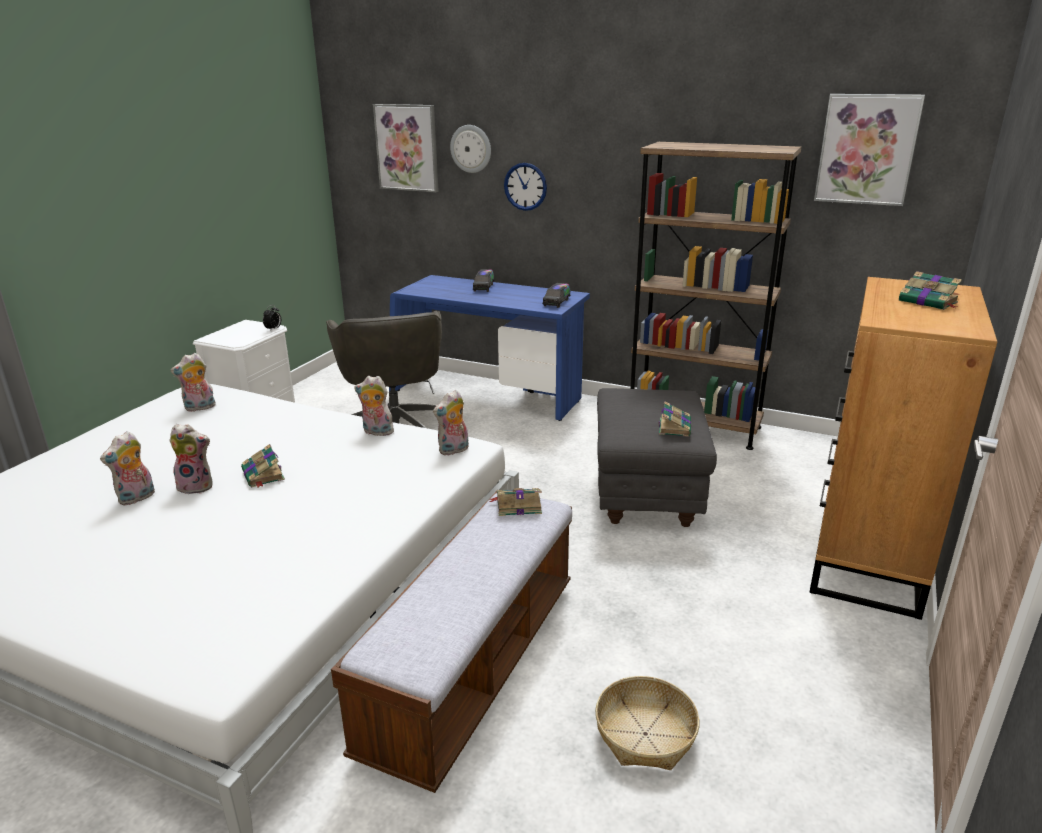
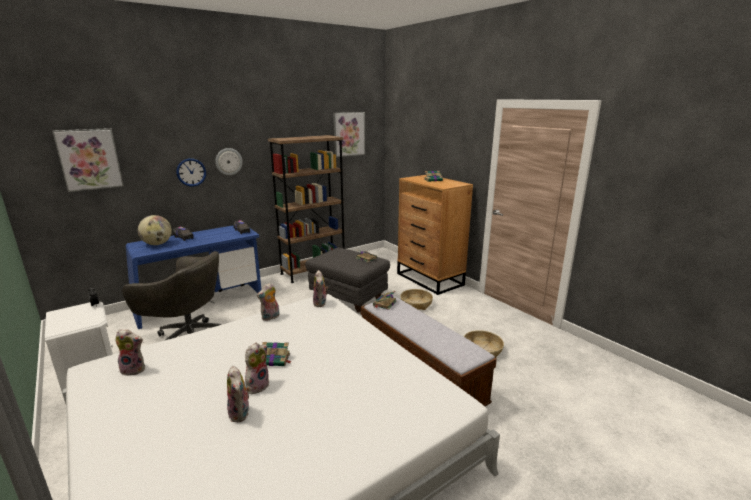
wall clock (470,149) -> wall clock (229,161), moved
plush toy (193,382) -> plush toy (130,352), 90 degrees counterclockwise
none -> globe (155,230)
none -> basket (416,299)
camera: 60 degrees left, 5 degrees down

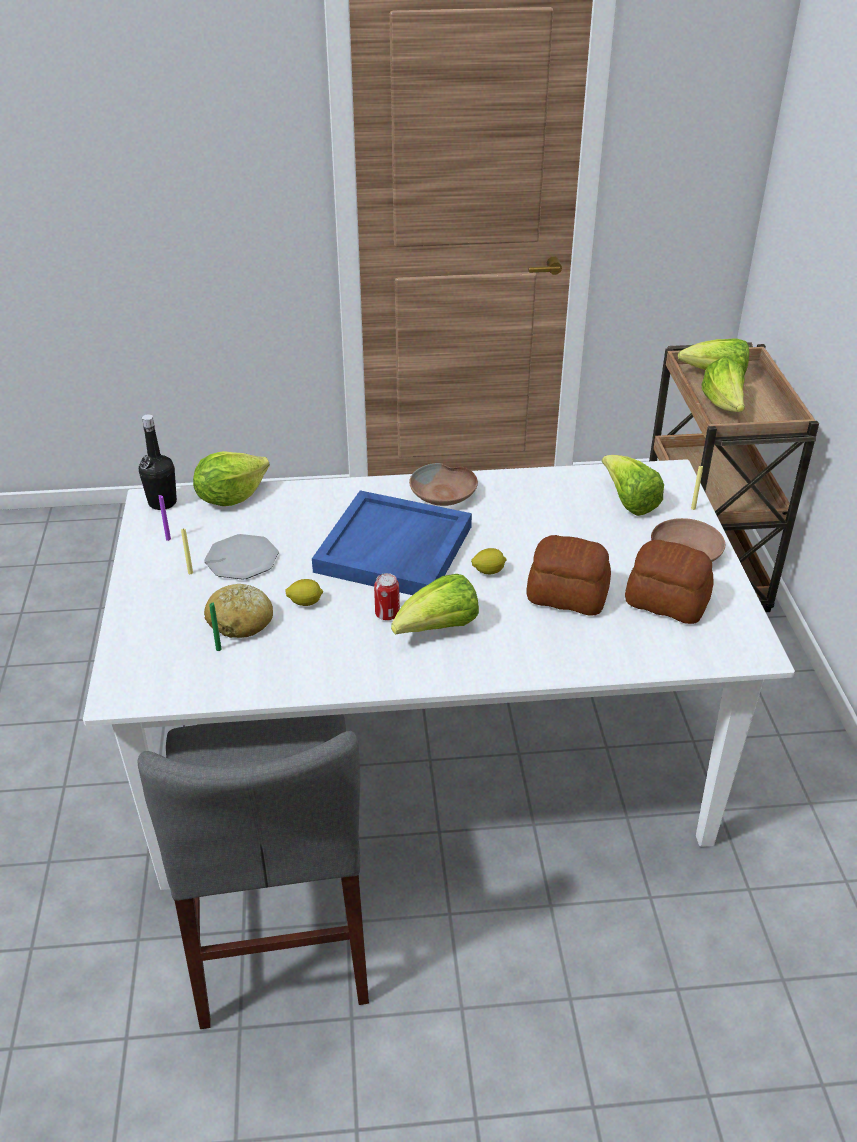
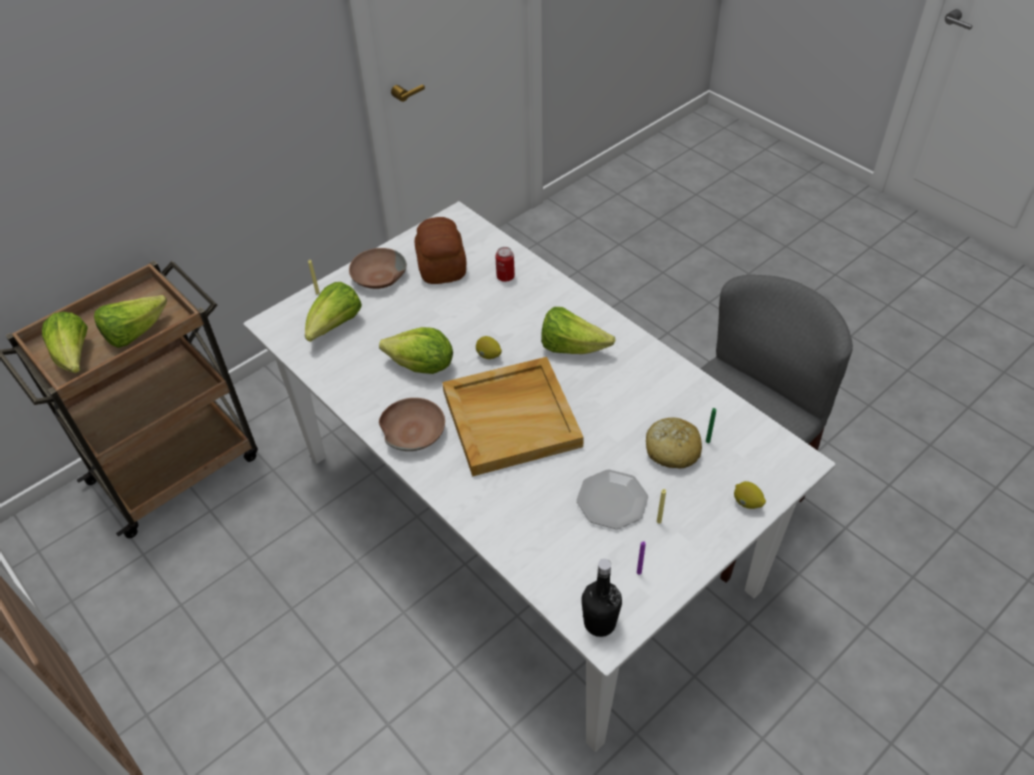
lettuce (231,478) -> lettuce (416,350), moved
blue tray (392,542) -> beige tray (513,417)
bread (568,575) -> none
can (387,596) -> can (505,264), moved
lemon (304,592) -> lemon (750,495), moved
camera: 125 degrees left, 10 degrees up

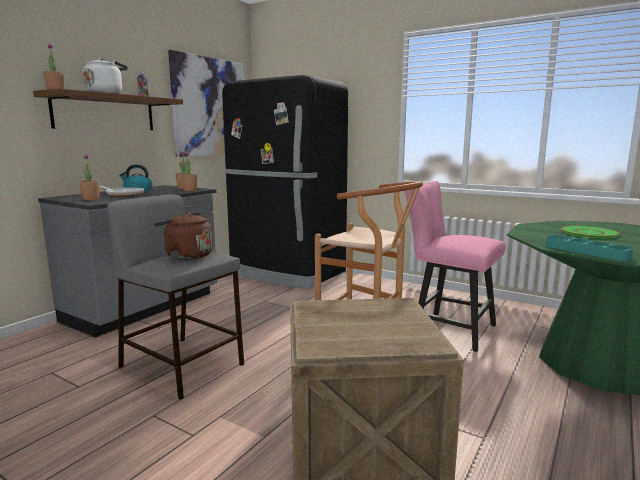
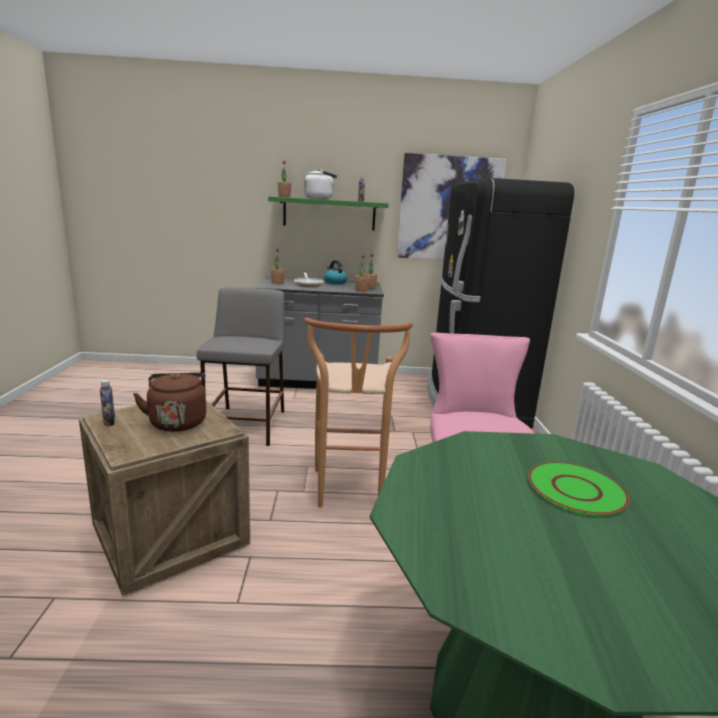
brown shelf (108,109) -> green shelf (328,213)
brown kettle (183,236) -> brown kettle (169,402), moved
turquoise tray (589,248) -> none
none -> bottle (108,403)
camera: 55 degrees right, 5 degrees up

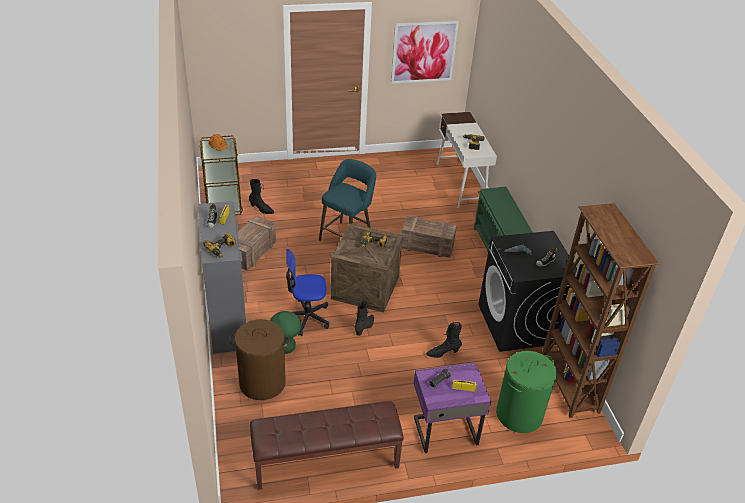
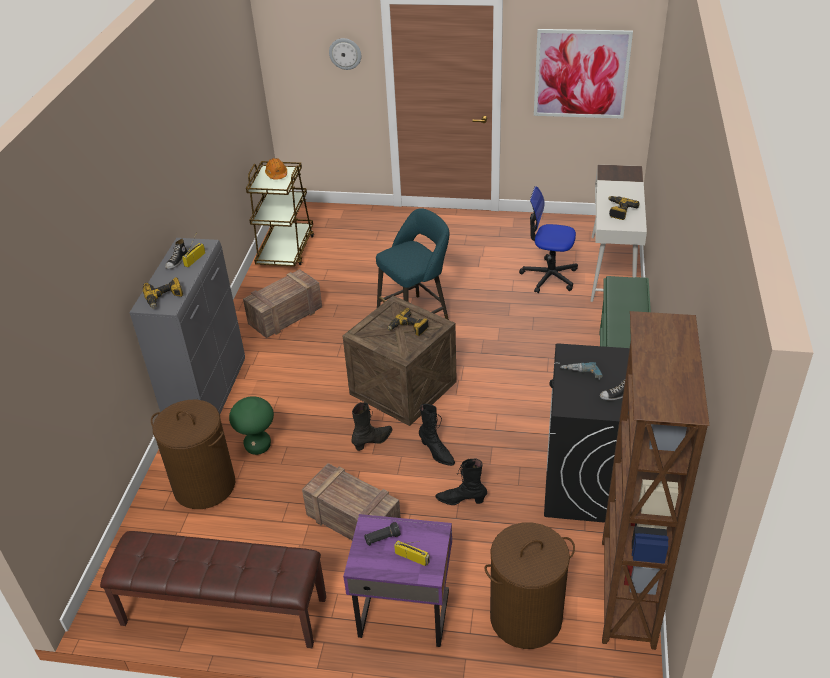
black boot (261,196) -> black boot (437,435), moved
crate (429,237) -> crate (351,501), moved
office chair (307,292) -> office chair (548,239), moved
green laundry basket (526,392) -> brown laundry basket (530,585)
none -> wall clock (345,54)
camera: 25 degrees right, 0 degrees up

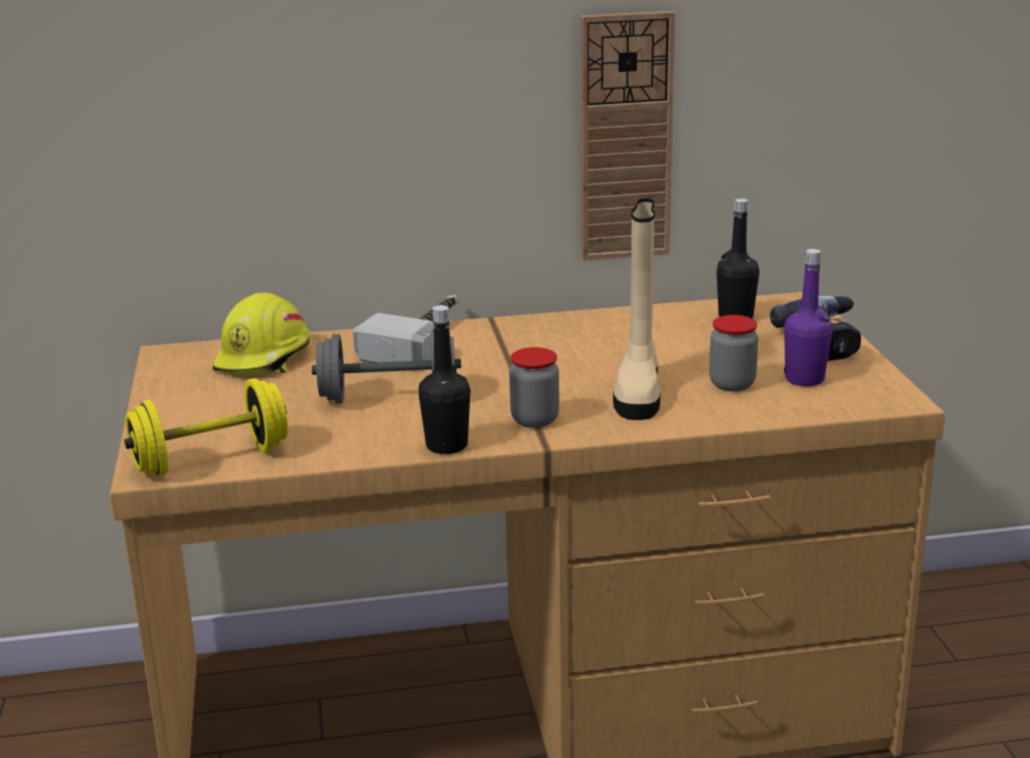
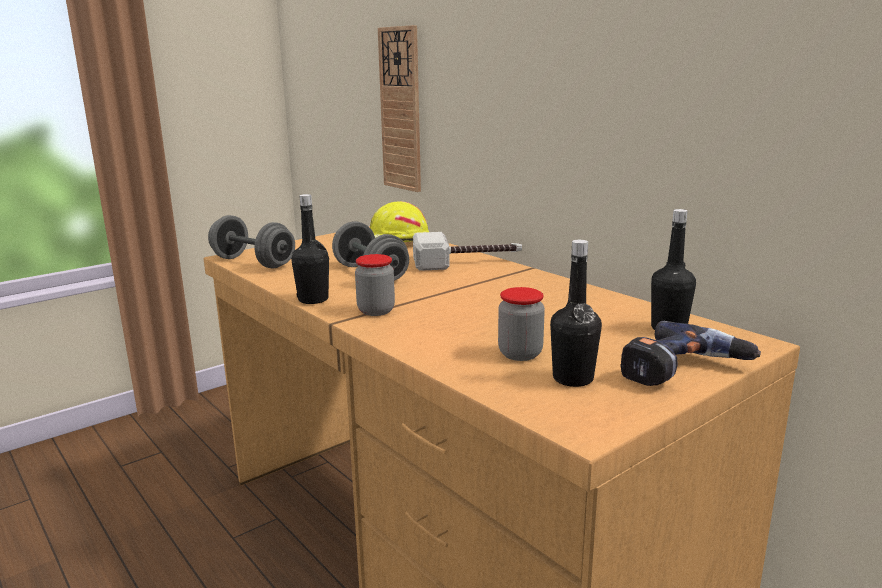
wall clock (628,136) -> wall clock (399,108), moved
beige boot (637,309) -> none
purple bottle (808,317) -> black bottle (576,313)
yellow dumbbell (206,427) -> grey dumbbell (251,241)
camera: 60 degrees right, 5 degrees down

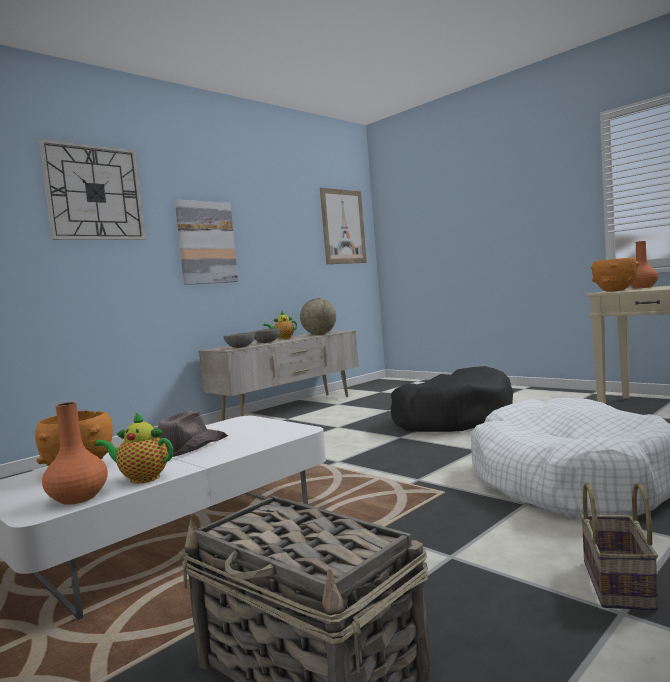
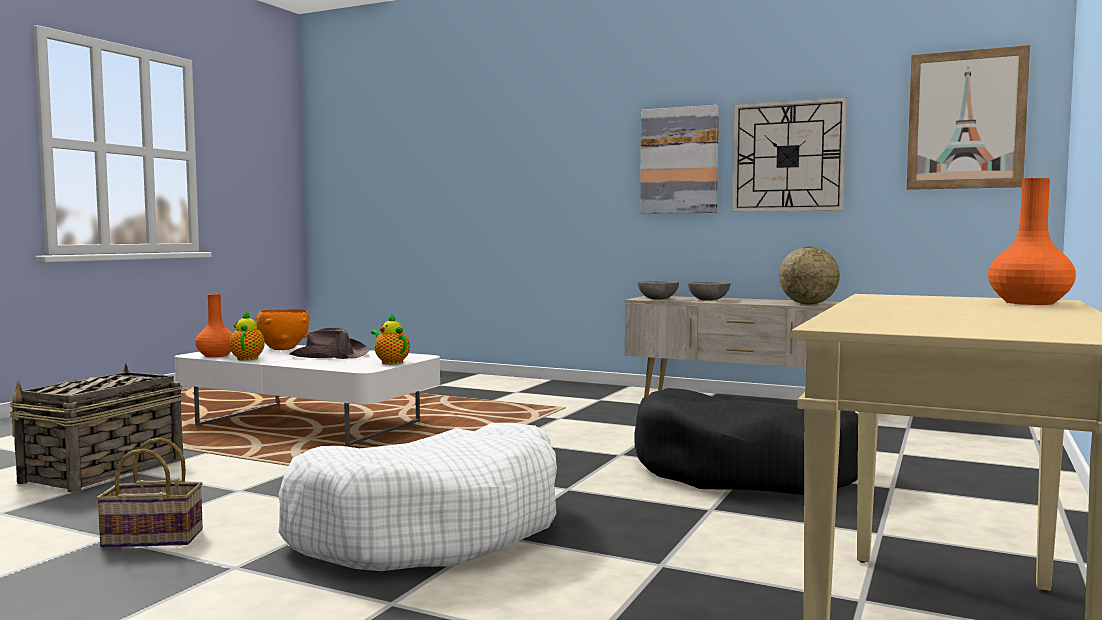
wall clock (92,189) -> wall clock (789,154), moved
orange bowl (615,274) -> none
teapot (280,324) -> teapot (390,338), moved
camera: 70 degrees right, 0 degrees up

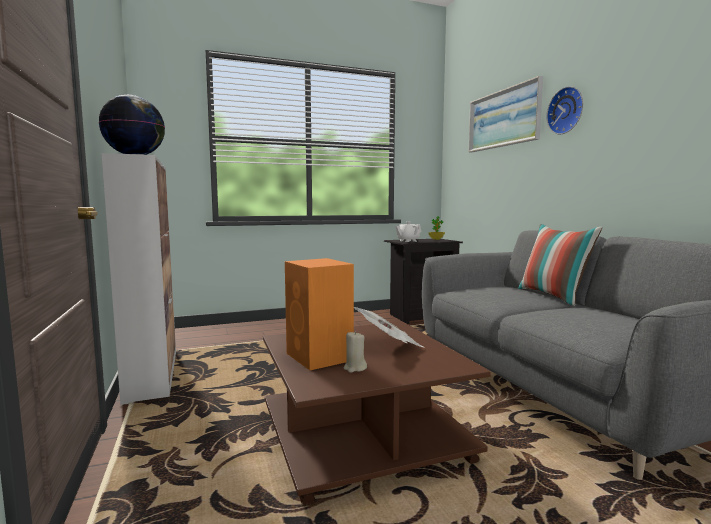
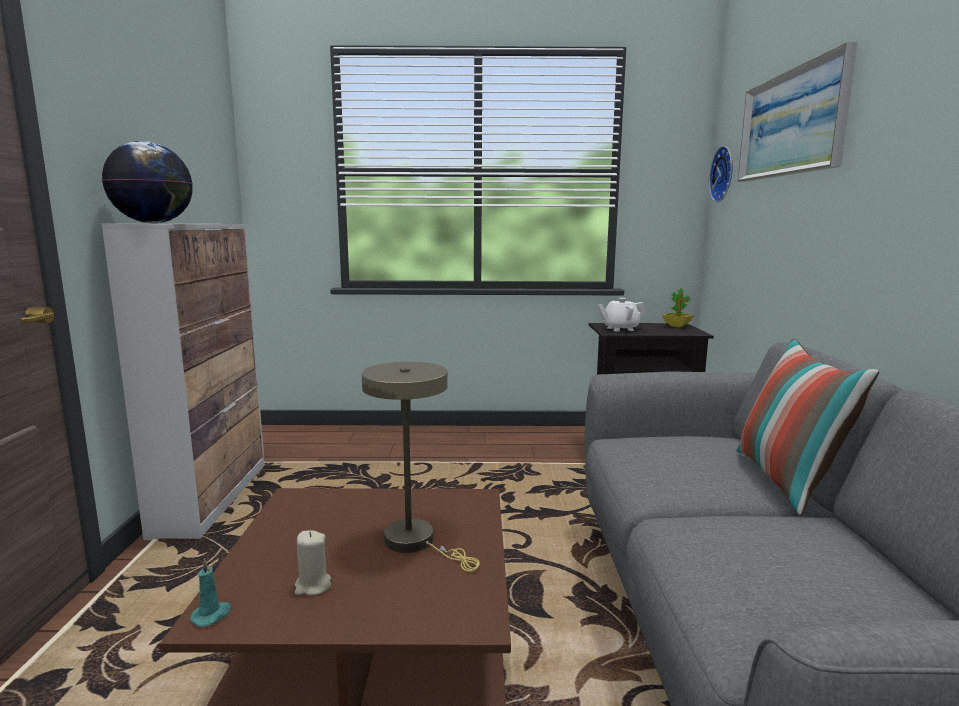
wall clock (564,110) -> wall clock (721,174), moved
orange speaker (319,314) -> none
newspaper (388,327) -> beige table lamp (421,467)
none -> turquoise candle (210,592)
camera: 20 degrees right, 5 degrees up

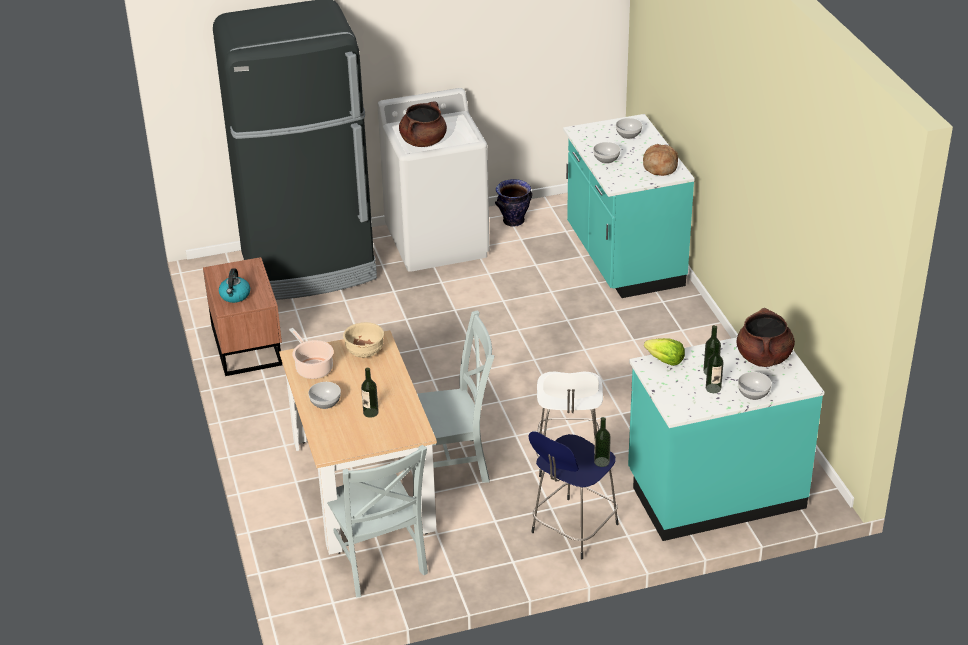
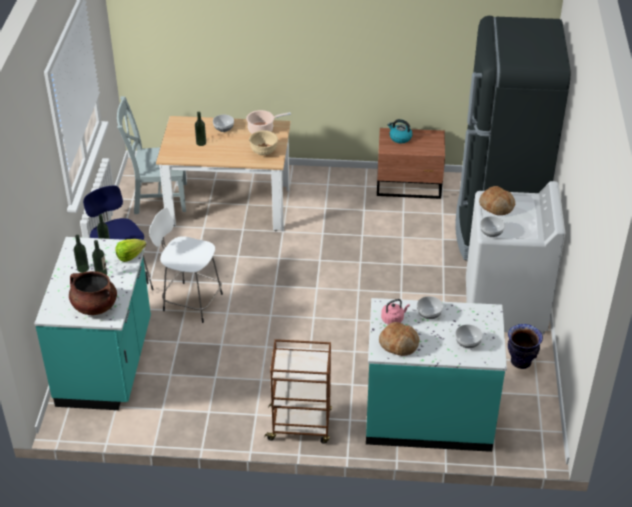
brown cooking pot (423,124) -> bread (497,200)
grey chair (453,398) -> none
bowl (755,386) -> bowl (492,226), moved
none -> pink kettle (395,312)
none -> brown cart (298,391)
camera: 110 degrees right, 5 degrees up

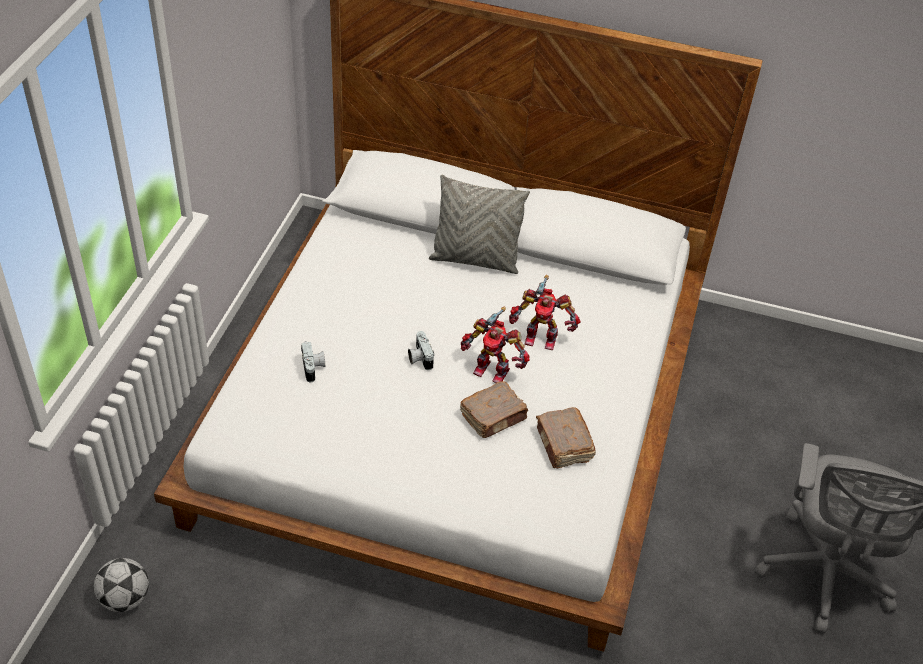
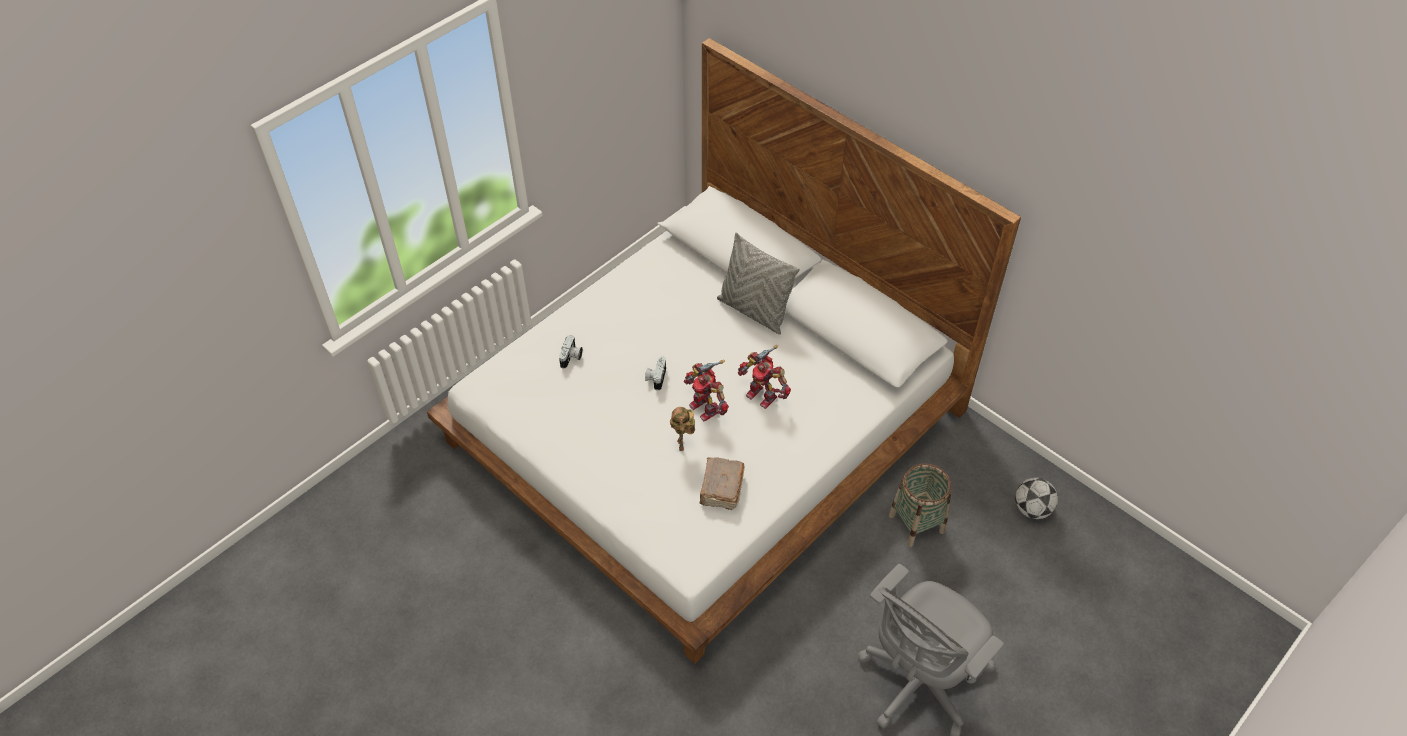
brown book (494,409) -> toy robot (682,429)
football (121,585) -> football (1036,498), moved
none -> basket (920,505)
camera: 30 degrees right, 5 degrees up

